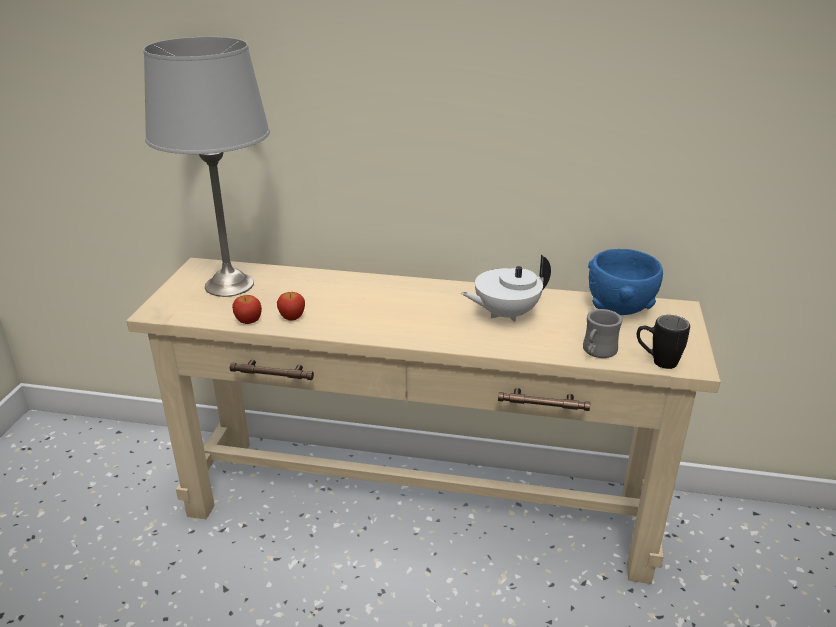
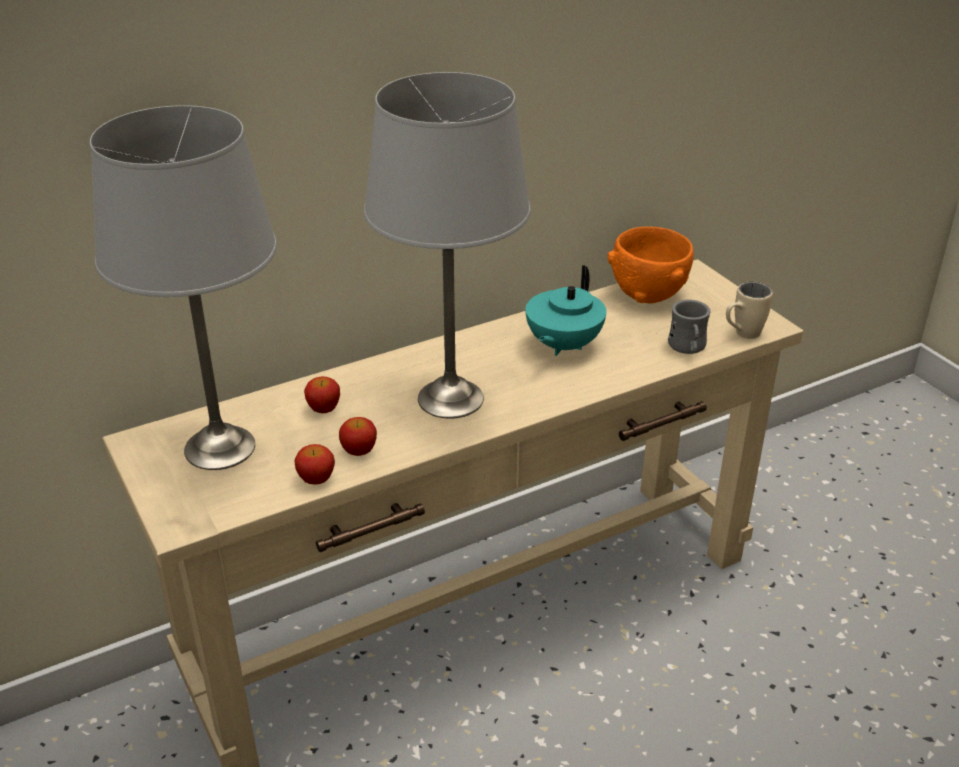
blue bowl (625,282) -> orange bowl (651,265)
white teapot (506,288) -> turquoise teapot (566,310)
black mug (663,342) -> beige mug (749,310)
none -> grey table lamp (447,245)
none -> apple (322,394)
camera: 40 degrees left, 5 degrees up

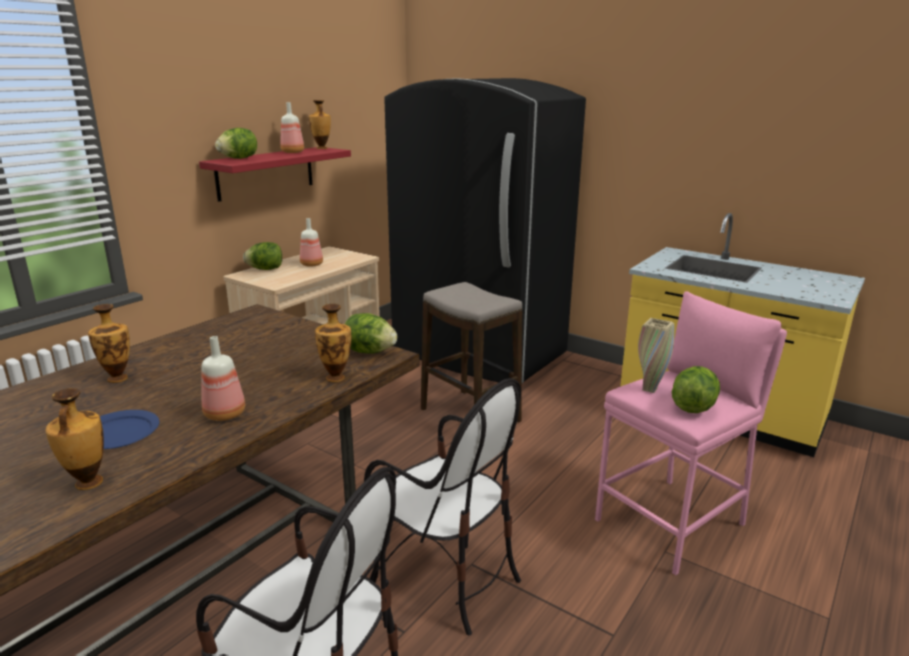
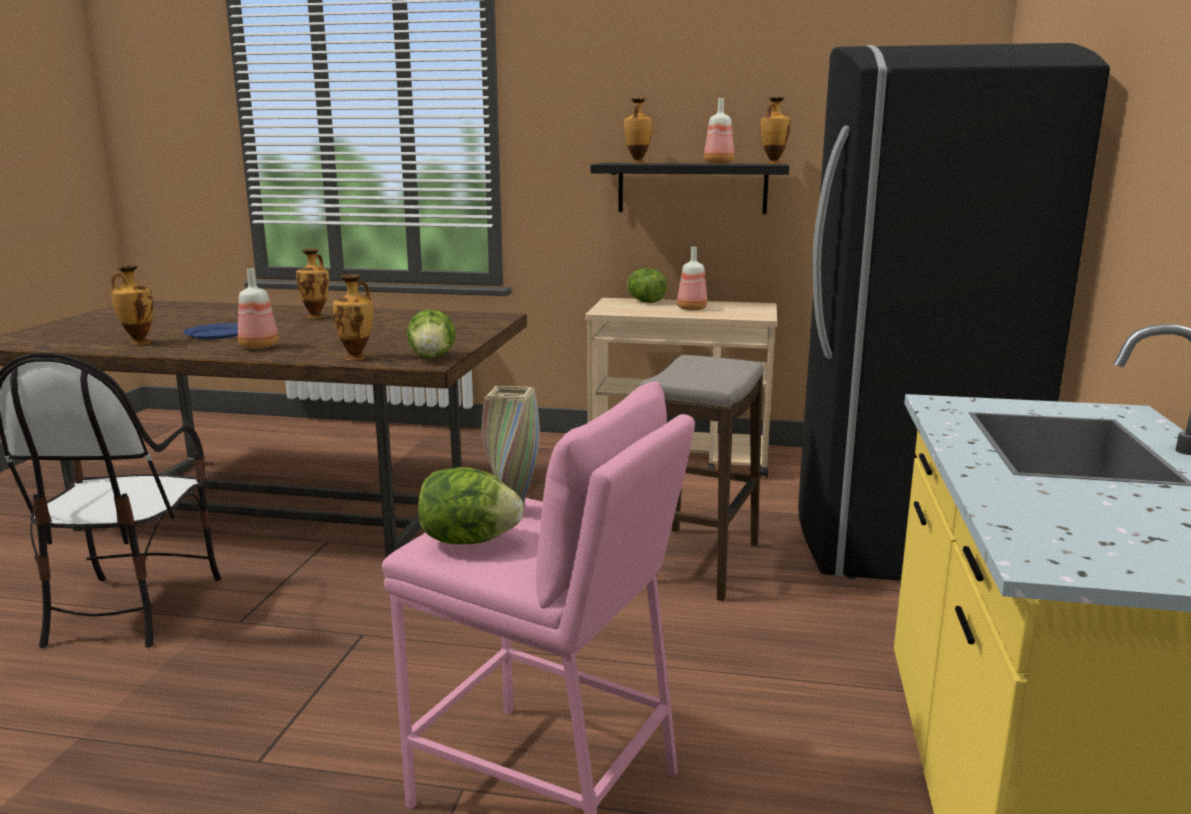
lettuce (236,143) -> vase (638,130)
red shelf (275,174) -> black shelf (689,188)
chair (442,506) -> none
camera: 65 degrees right, 5 degrees down

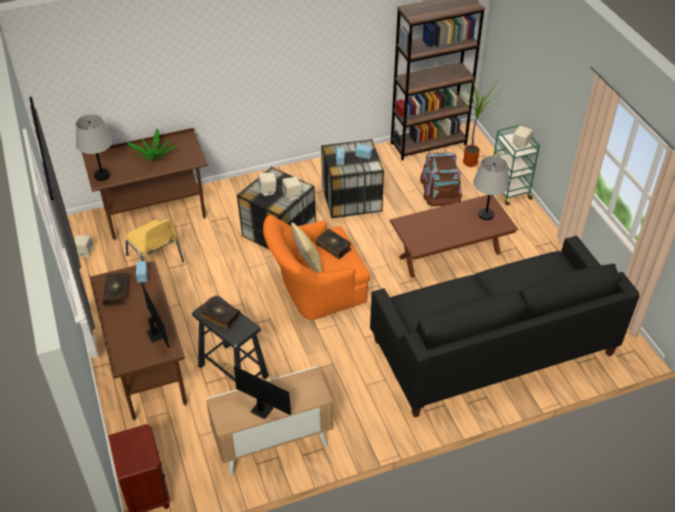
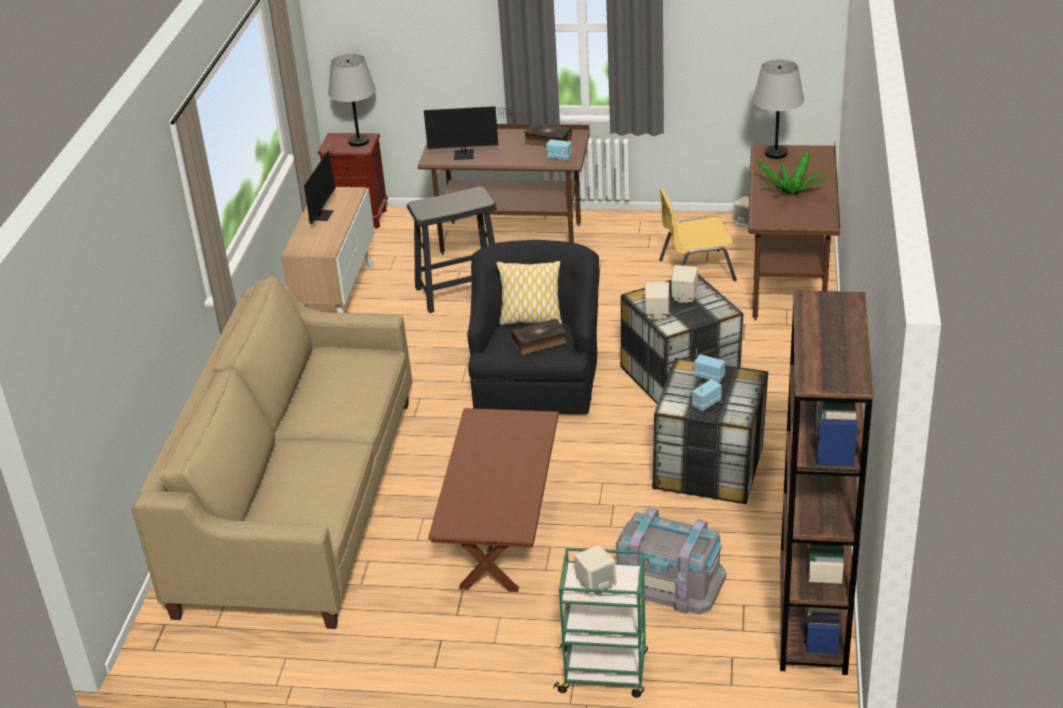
potted plant (478,121) -> none
brown storage box (441,179) -> grey storage box (671,560)
grey table lamp (491,188) -> grey table lamp (352,100), moved
orange armchair (316,267) -> black armchair (533,327)
black sofa (505,327) -> beige sofa (272,452)
book (219,313) -> none
monitor (255,390) -> monitor (320,185), 45 degrees counterclockwise
camera: 120 degrees right, 10 degrees down

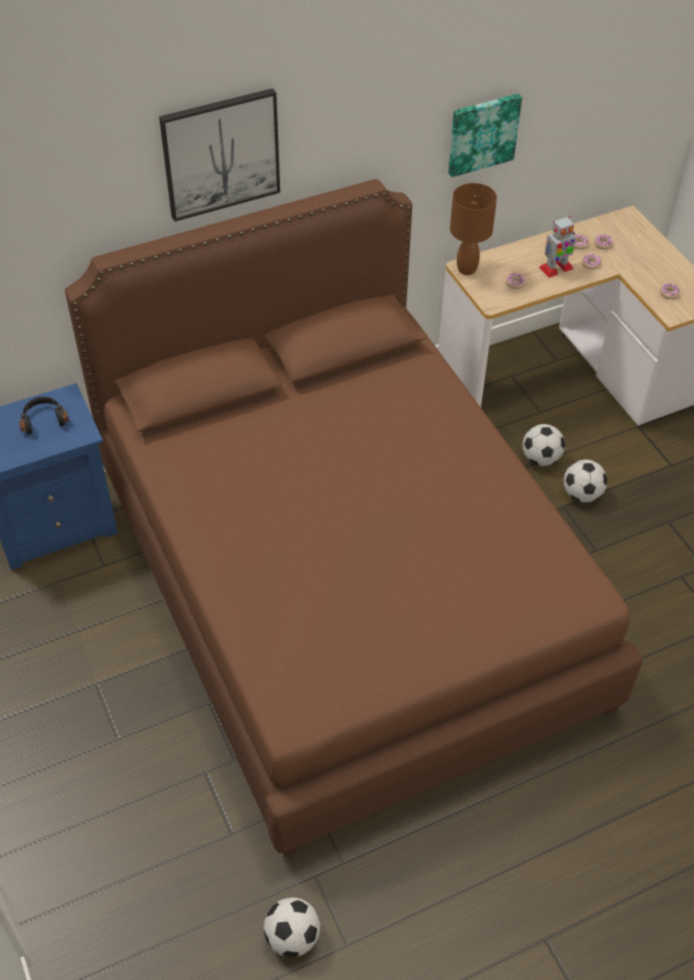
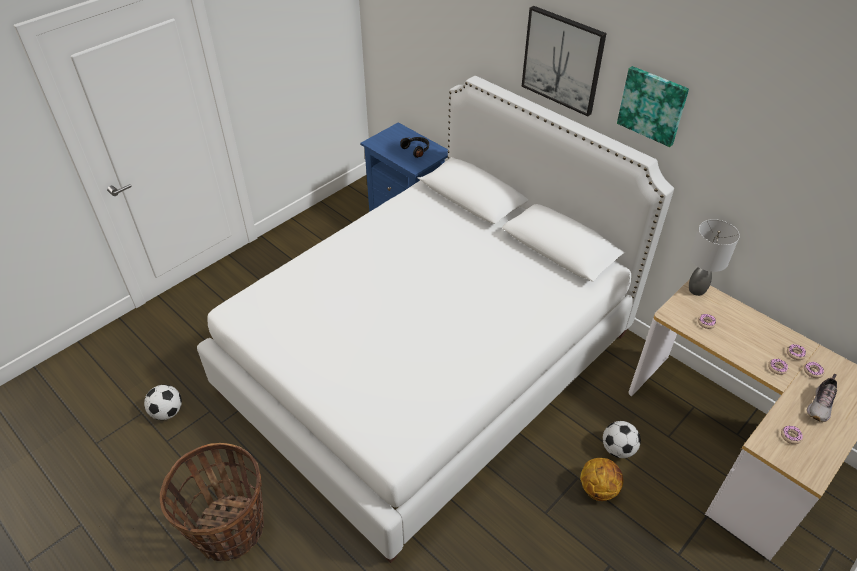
picture (485,135) -> picture (653,106), moved
brown bed (354,518) -> white bed (435,319)
brown table lamp (473,229) -> grey table lamp (714,257)
toy robot (557,247) -> none
football (585,481) -> basketball (601,479)
none -> shoe (822,398)
none -> basket (212,502)
camera: 70 degrees right, 5 degrees down

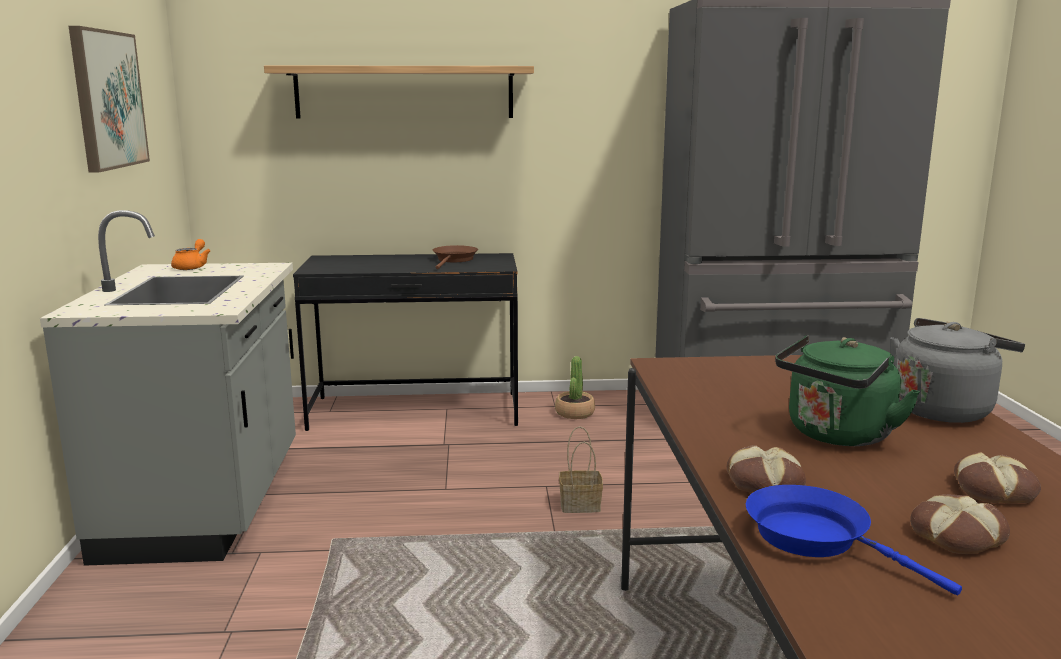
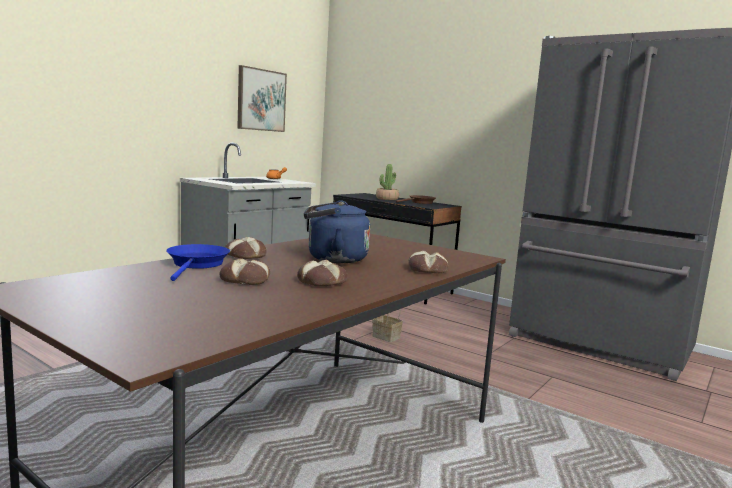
shelf (399,92) -> none
grey kettle (957,370) -> bread (428,262)
green kettle (847,390) -> blue kettle (337,231)
potted plant (575,387) -> potted plant (387,182), moved
camera: 40 degrees right, 5 degrees down

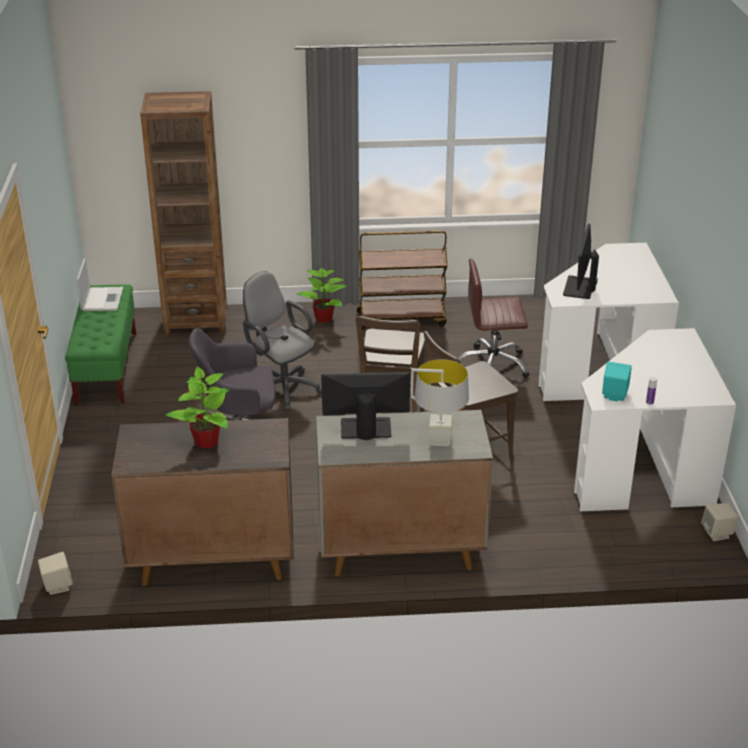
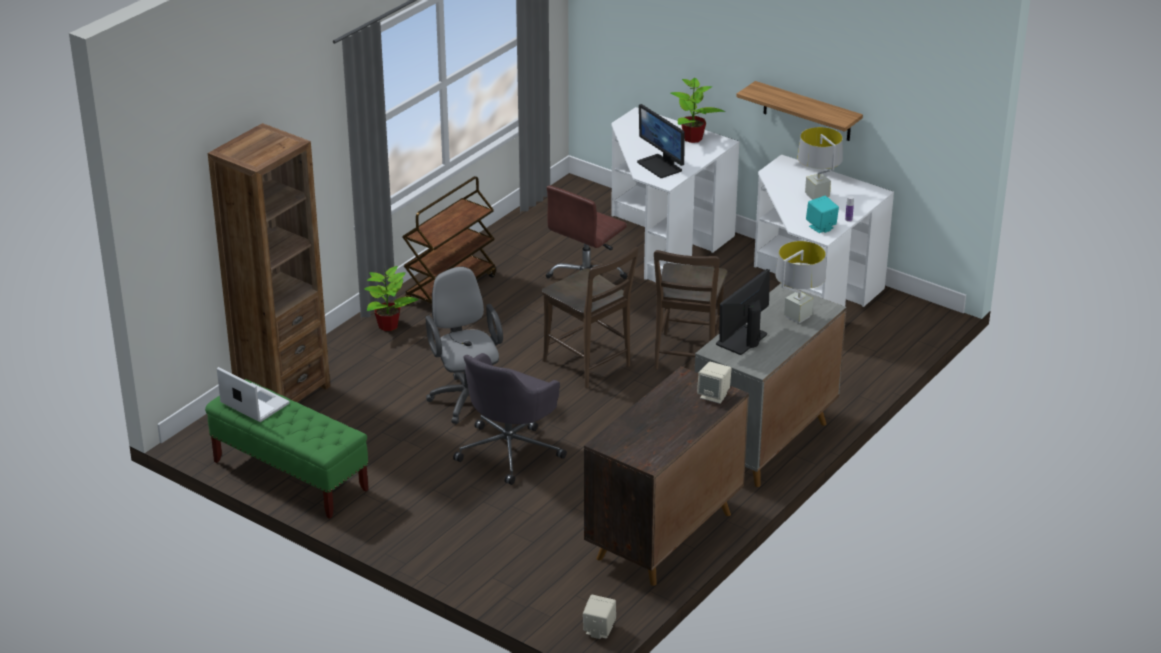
grey office chair (282,341) -> grey office chair (464,345), 75 degrees clockwise
potted plant (197,407) -> potted plant (697,110), moved
beige speaker (720,522) -> beige speaker (714,383), moved
none -> shelf (799,111)
none -> grey table lamp (820,163)
camera: 50 degrees left, 0 degrees up

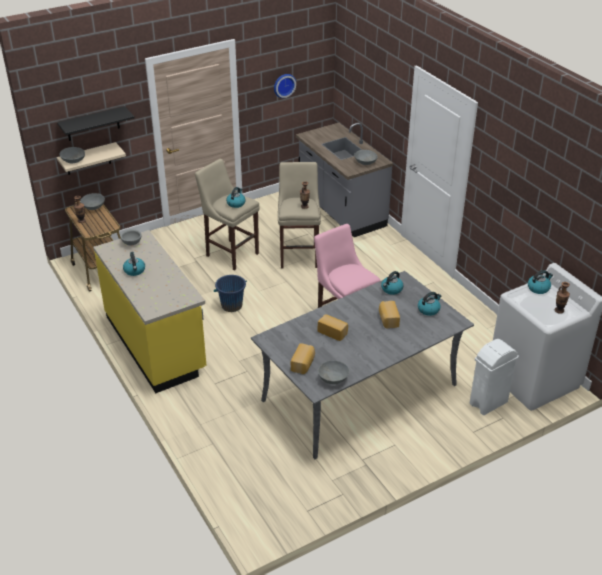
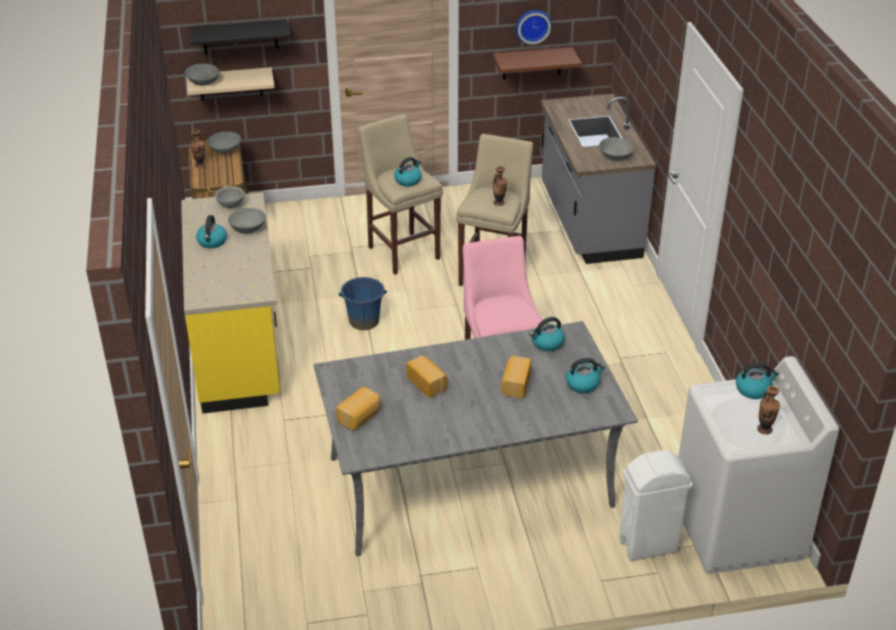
grey bowl (333,372) -> grey bowl (247,221), moved
none -> brown shelf (537,63)
camera: 20 degrees right, 0 degrees up

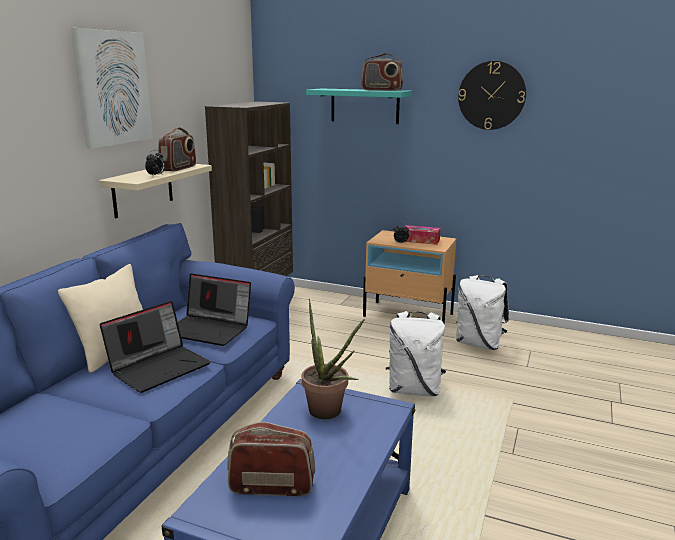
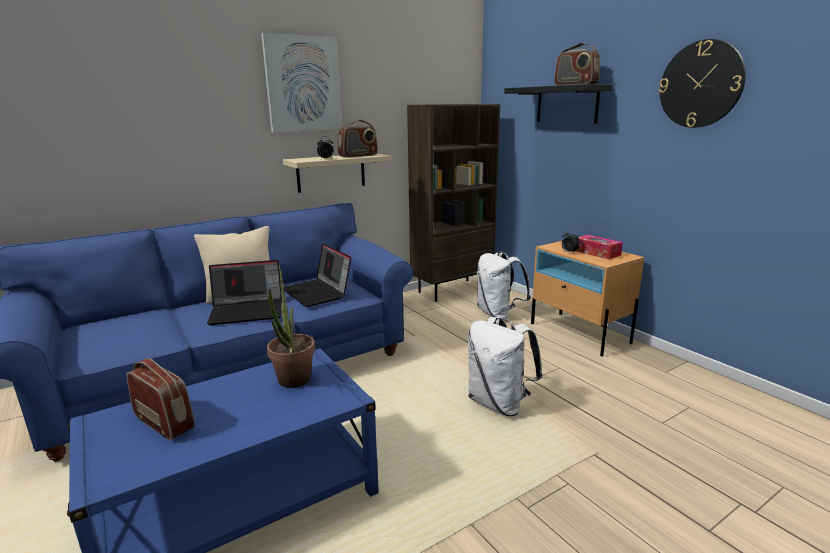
turquoise shelf (359,106) -> black shelf (558,103)
white backpack (482,312) -> white backpack (504,285), moved
camera: 35 degrees right, 0 degrees up

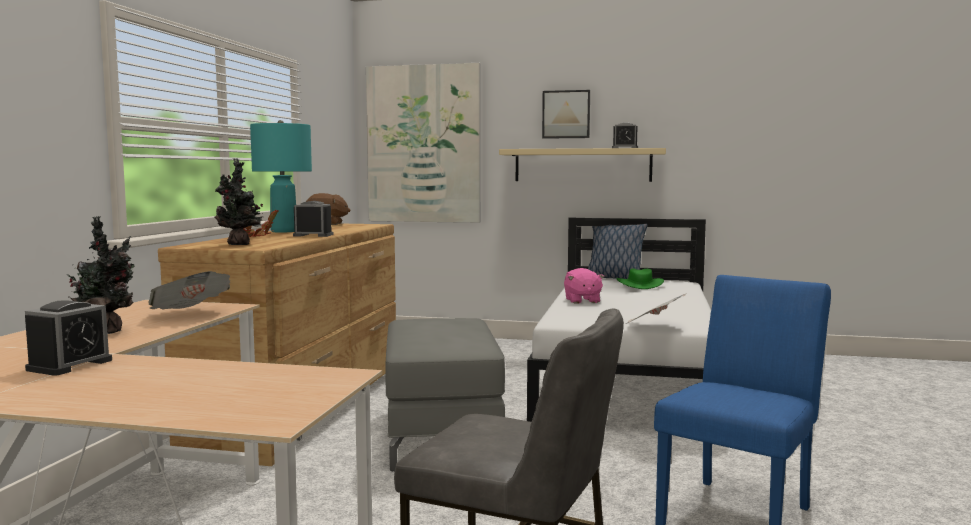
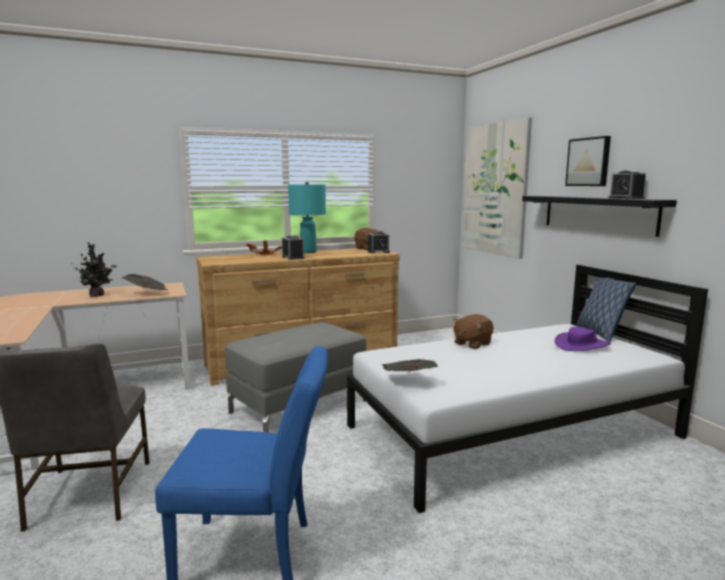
beige shelf (582,165) -> black shelf (599,216)
potted plant (239,201) -> none
pink plush toy (584,286) -> brown plush toy (473,331)
green hat (640,278) -> purple hat (583,338)
alarm clock (68,338) -> alarm clock (378,242), moved
camera: 55 degrees right, 5 degrees up

